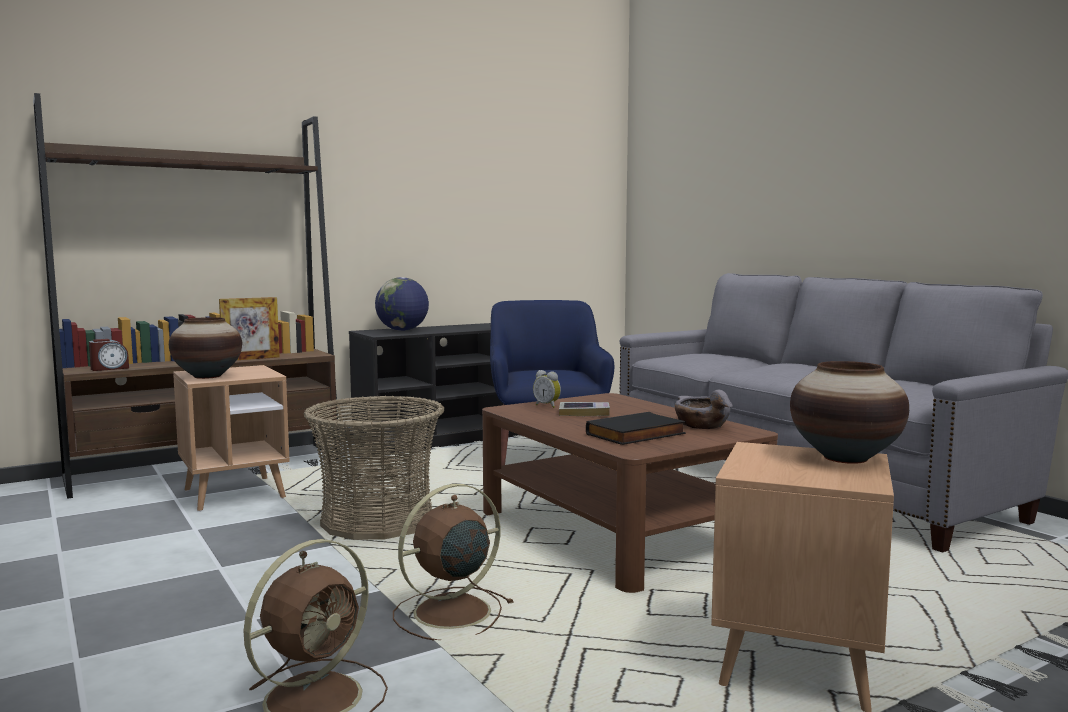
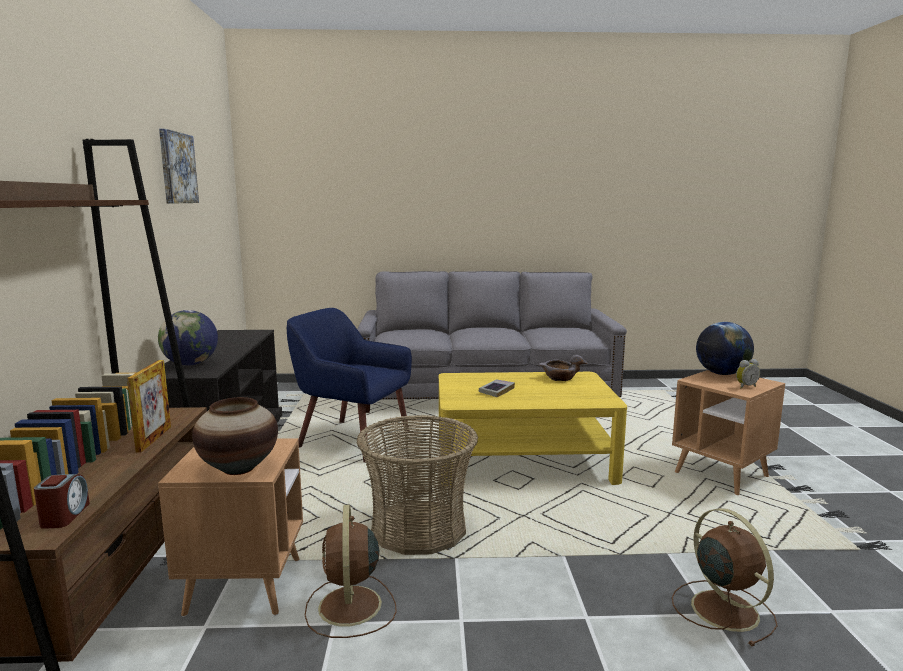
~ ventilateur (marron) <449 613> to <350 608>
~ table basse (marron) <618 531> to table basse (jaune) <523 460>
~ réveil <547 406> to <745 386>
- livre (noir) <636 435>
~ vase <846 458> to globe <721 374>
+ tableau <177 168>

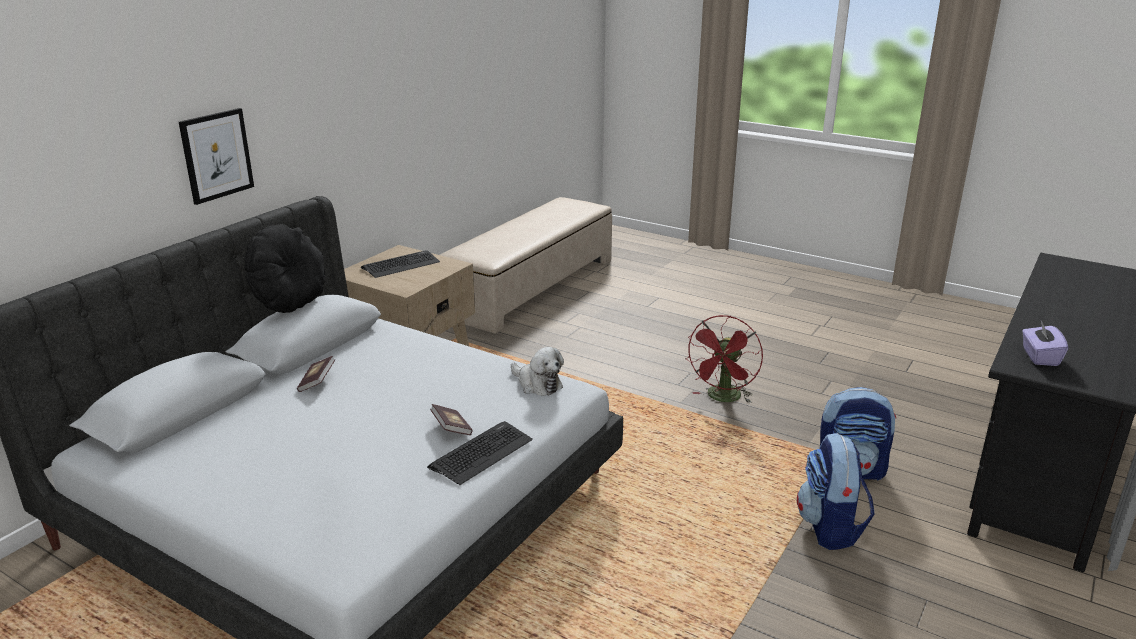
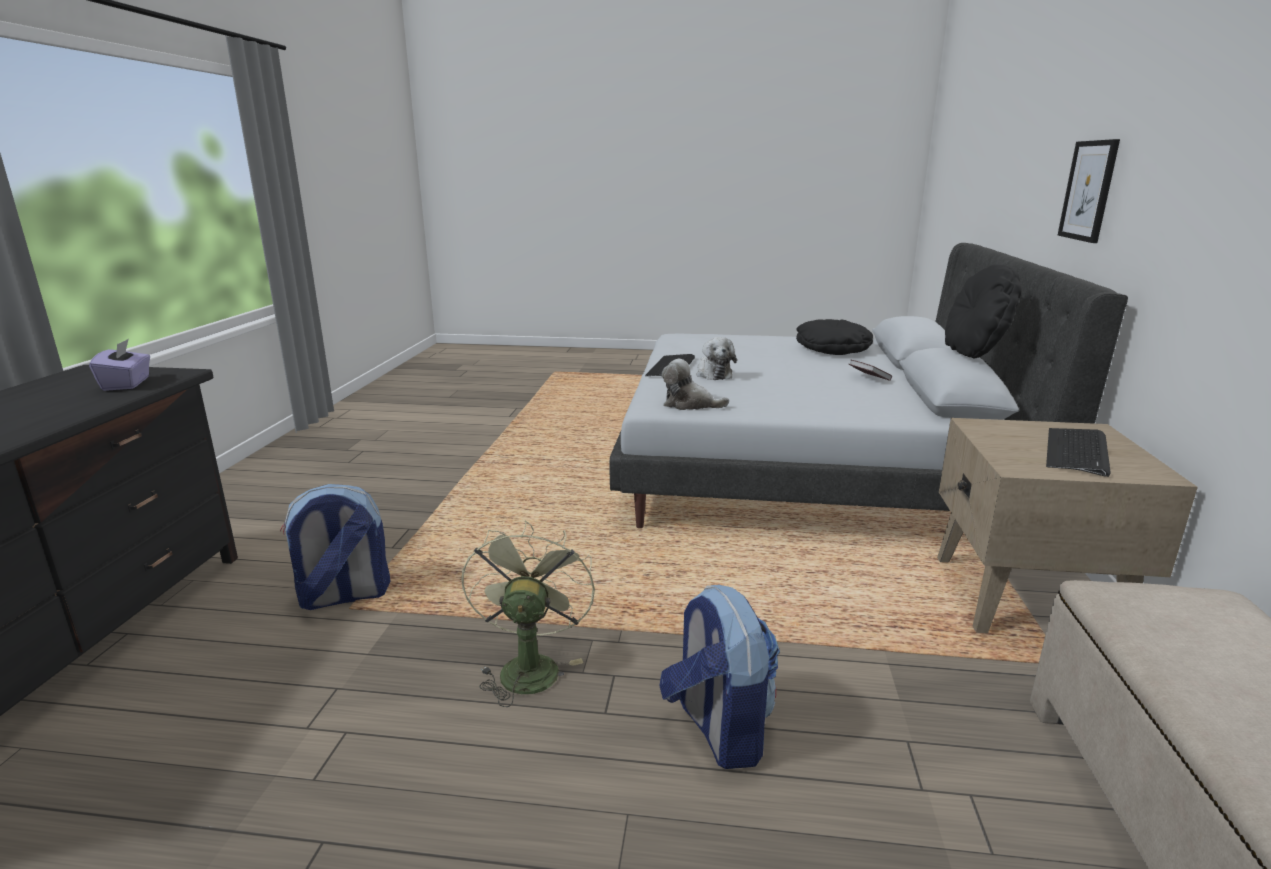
~ livre <451 429> to peluche <713 374>
~ ventilateur (rouge) <723 398> to ventilateur (vert) <529 666>
~ sac à dos <830 528> to <717 729>
+ coussin (noir) <833 349>

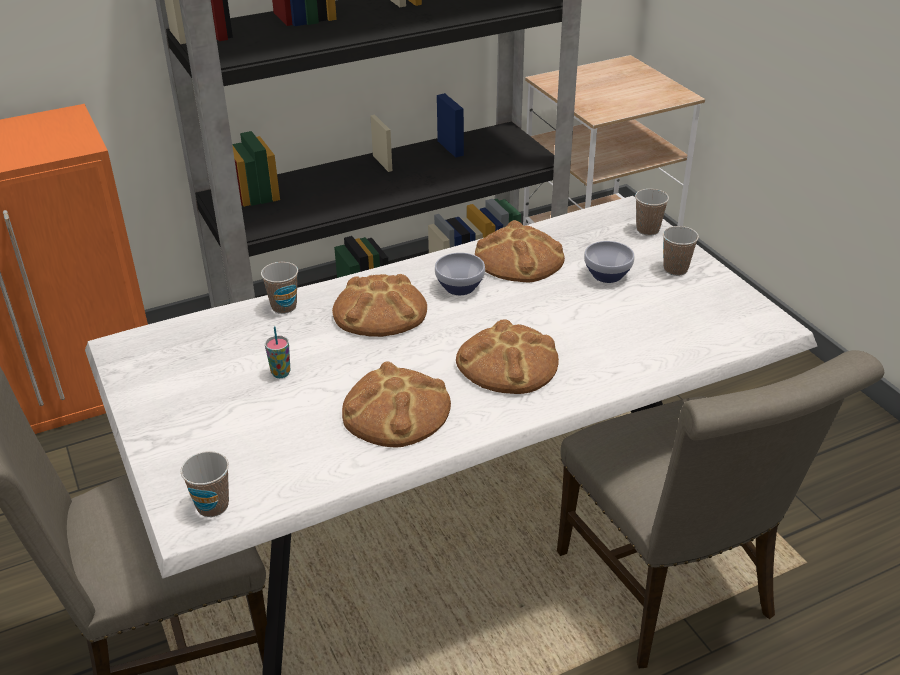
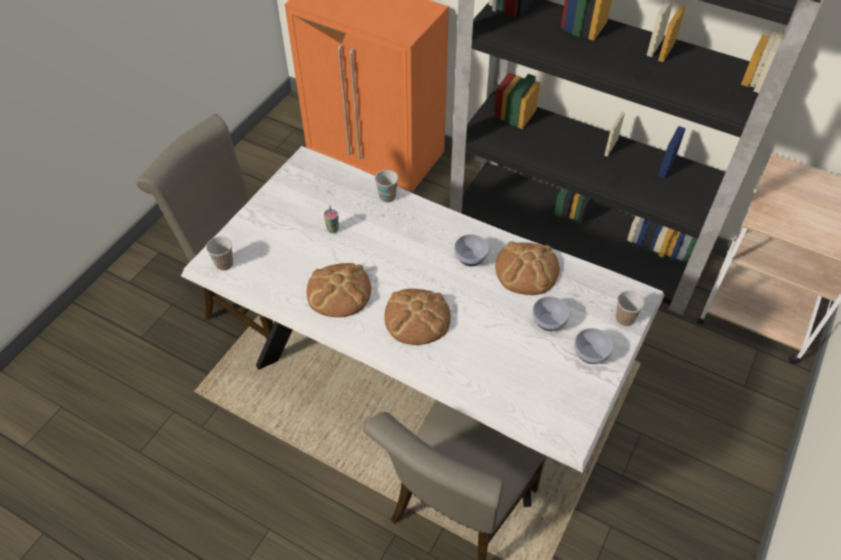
- pain <379 311>
~ tasse <675 269> to bol <589 355>

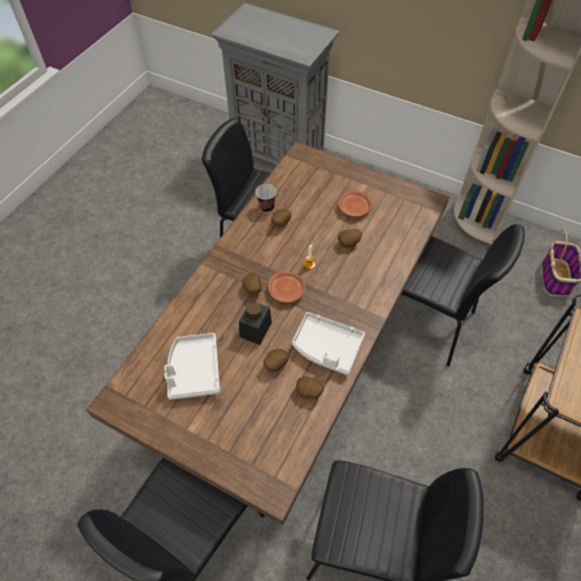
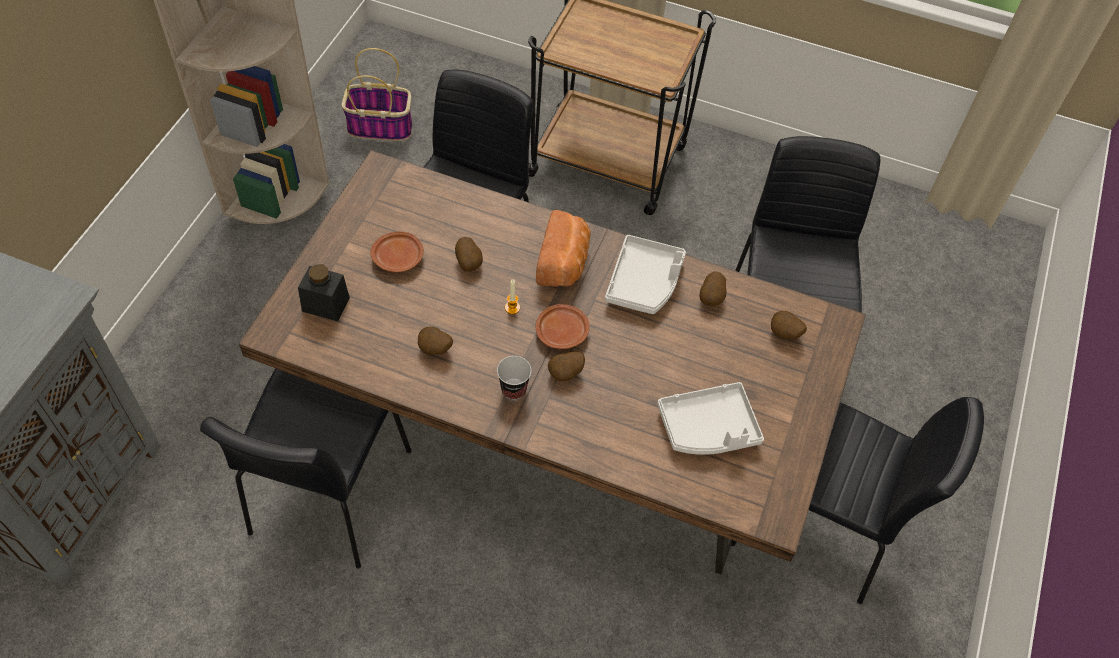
~ bocal (noir) <255 329> to <326 304>
~ tasse <266 207> to <513 390>
~ pomme de terre <275 364> to <784 334>
+ pain <564 263>

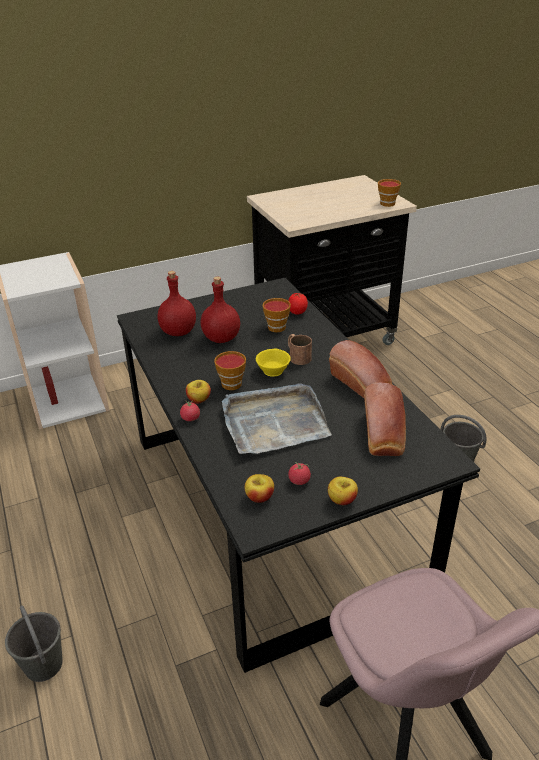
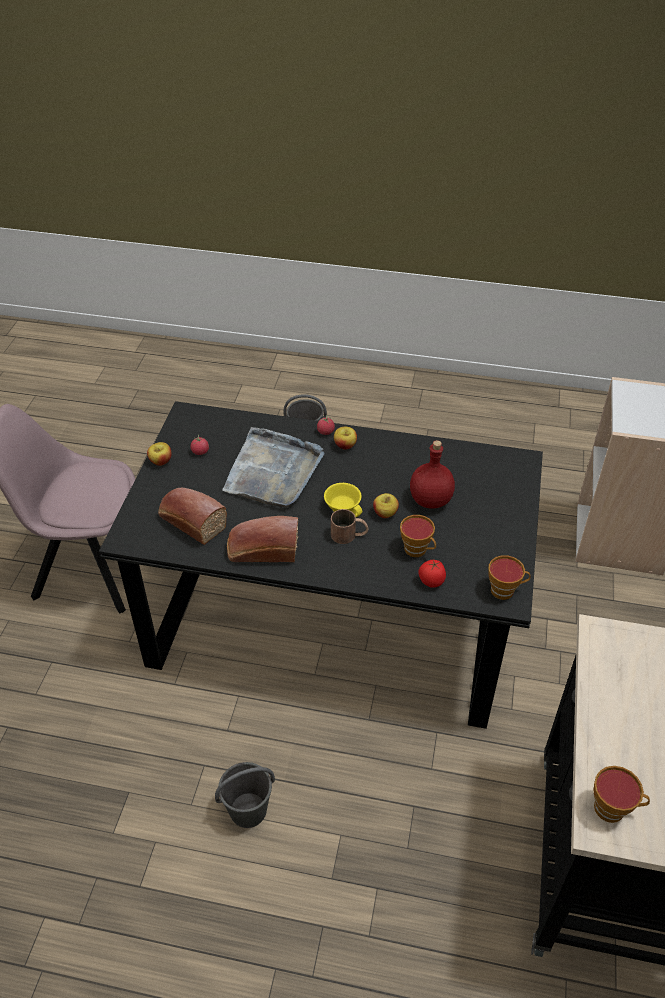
- bouteille (rouge) <177 331>
~ tasse <230 383> to <505 590>
~ pomme <259 497> to <385 513>

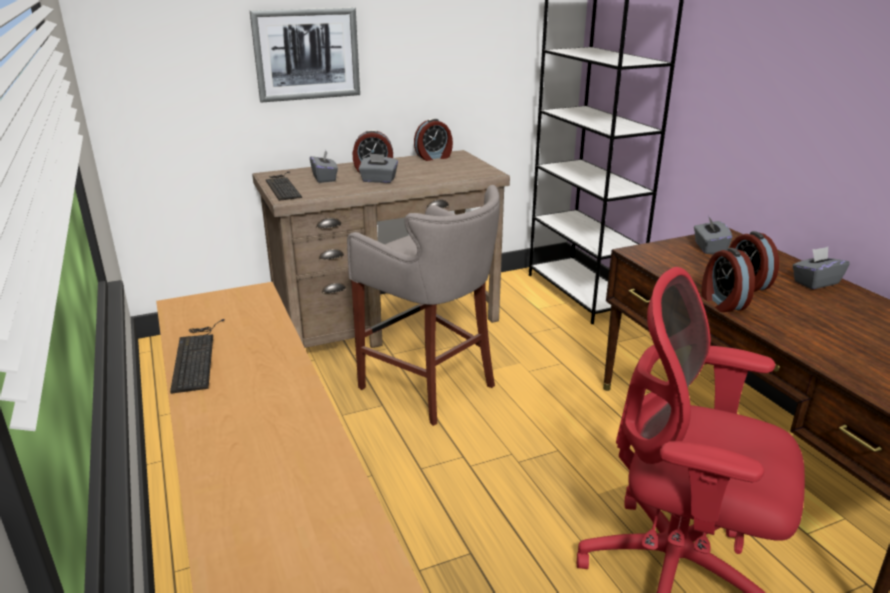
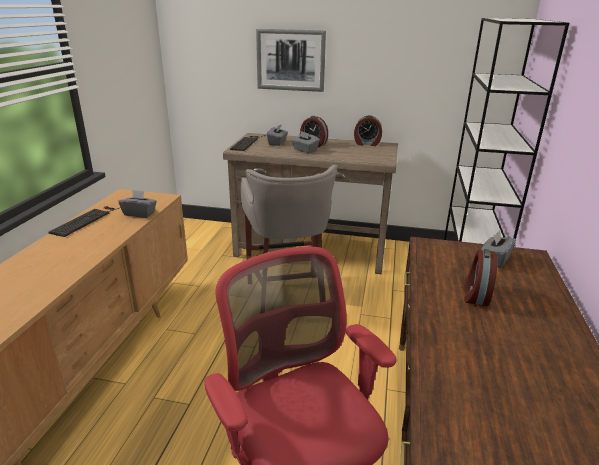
- réveil <722 302>
~ boîte à mouchoirs (gris) <815 282> to <139 214>

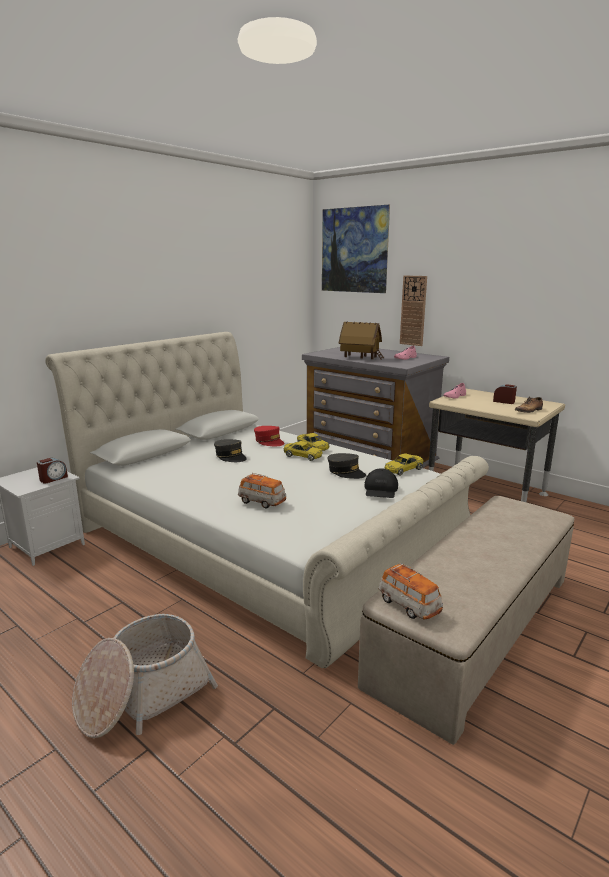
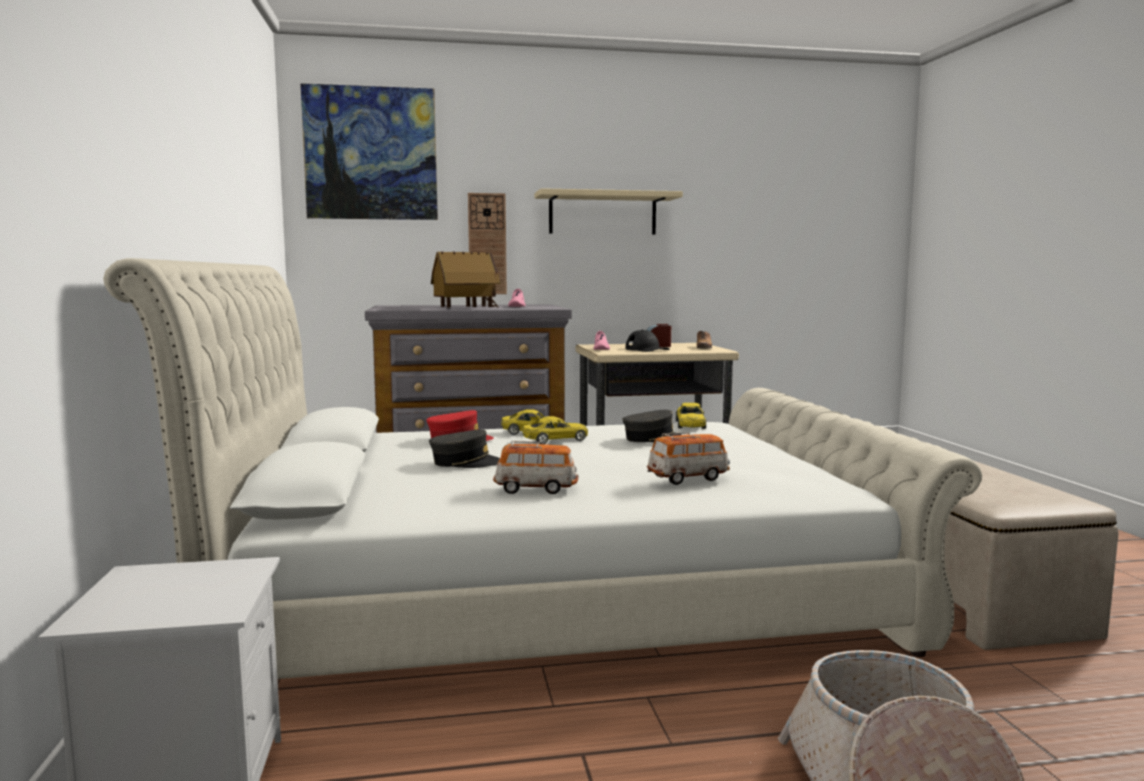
- réveil <53 479>
~ casquette (noir) <380 490> to <647 349>
~ petite voiture <409 605> to <536 489>
+ étagère (beige) <602 214>

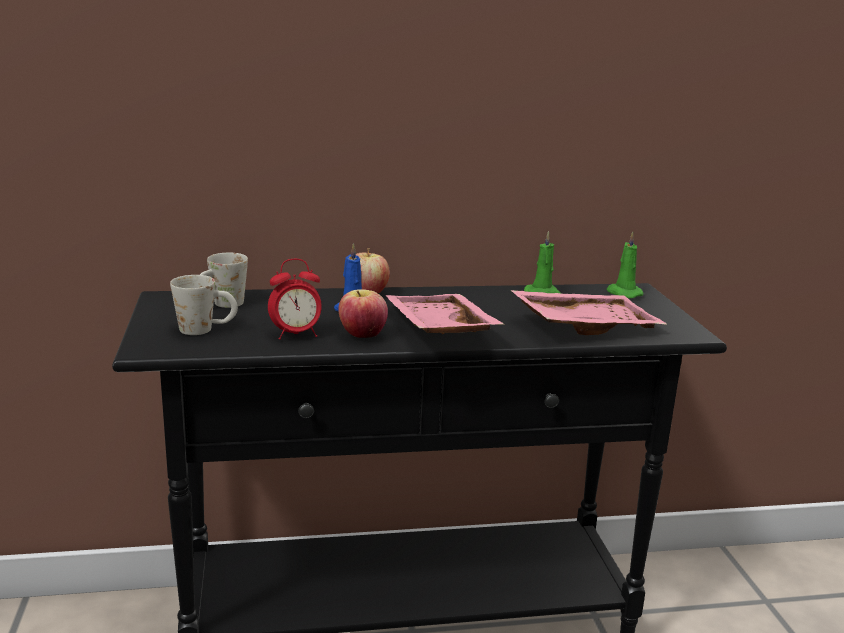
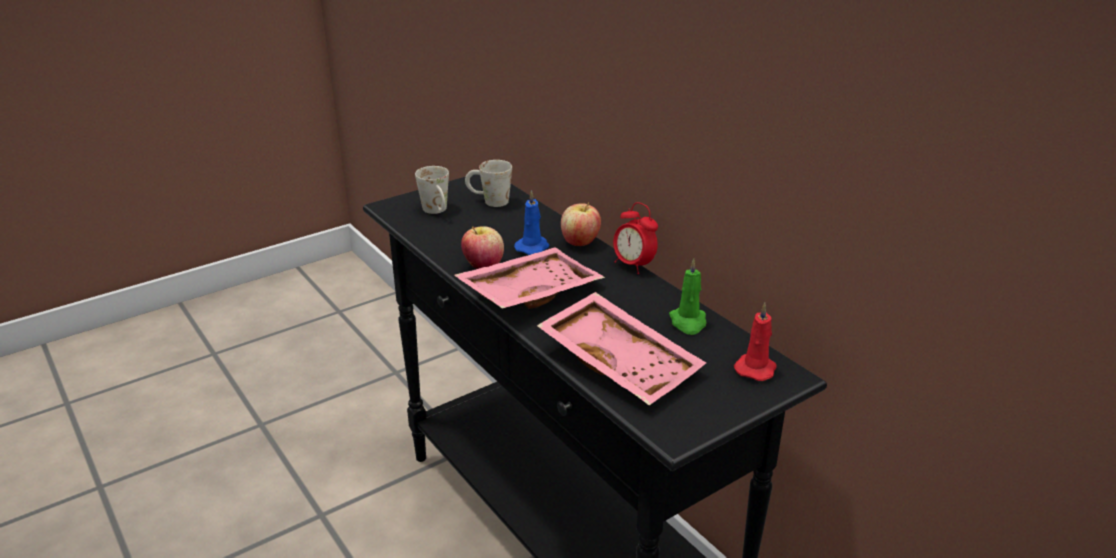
~ réveil <296 334> to <633 265>
~ bougie (vert) <623 293> to bougie (rouge) <756 368>

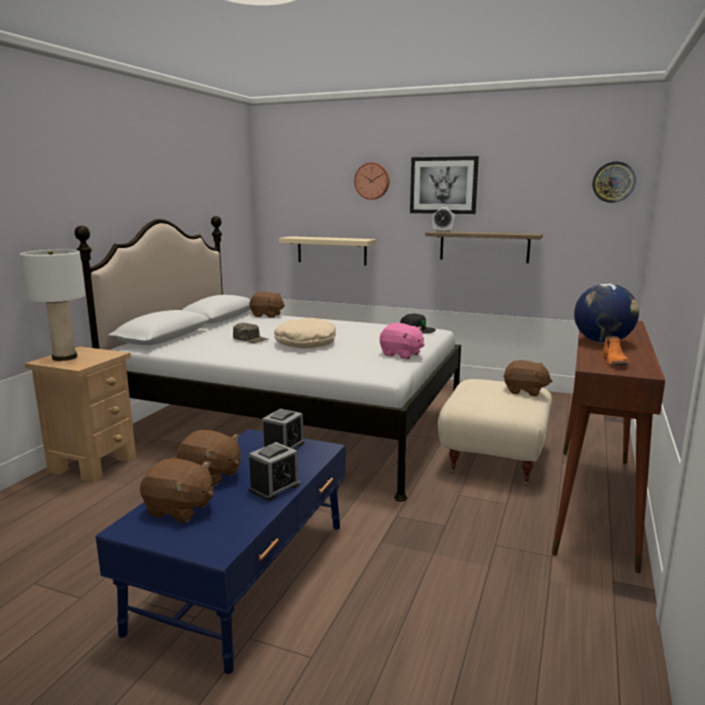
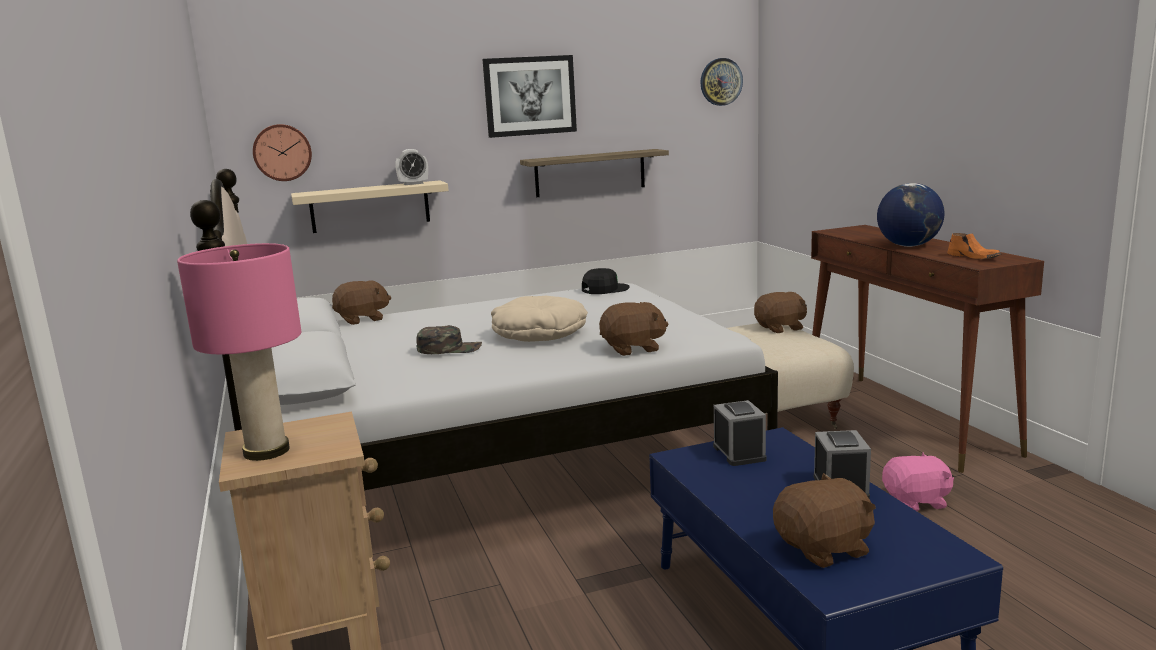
~ lampe de table (blanc) <64 357> to lampe de table (rose) <267 451>
~ peluche (marron) <211 475> to <633 349>
~ horloge murale <372 181> to <282 152>
~ peluche (rose) <401 354> to <917 501>
~ réveil <443 231> to <413 184>

